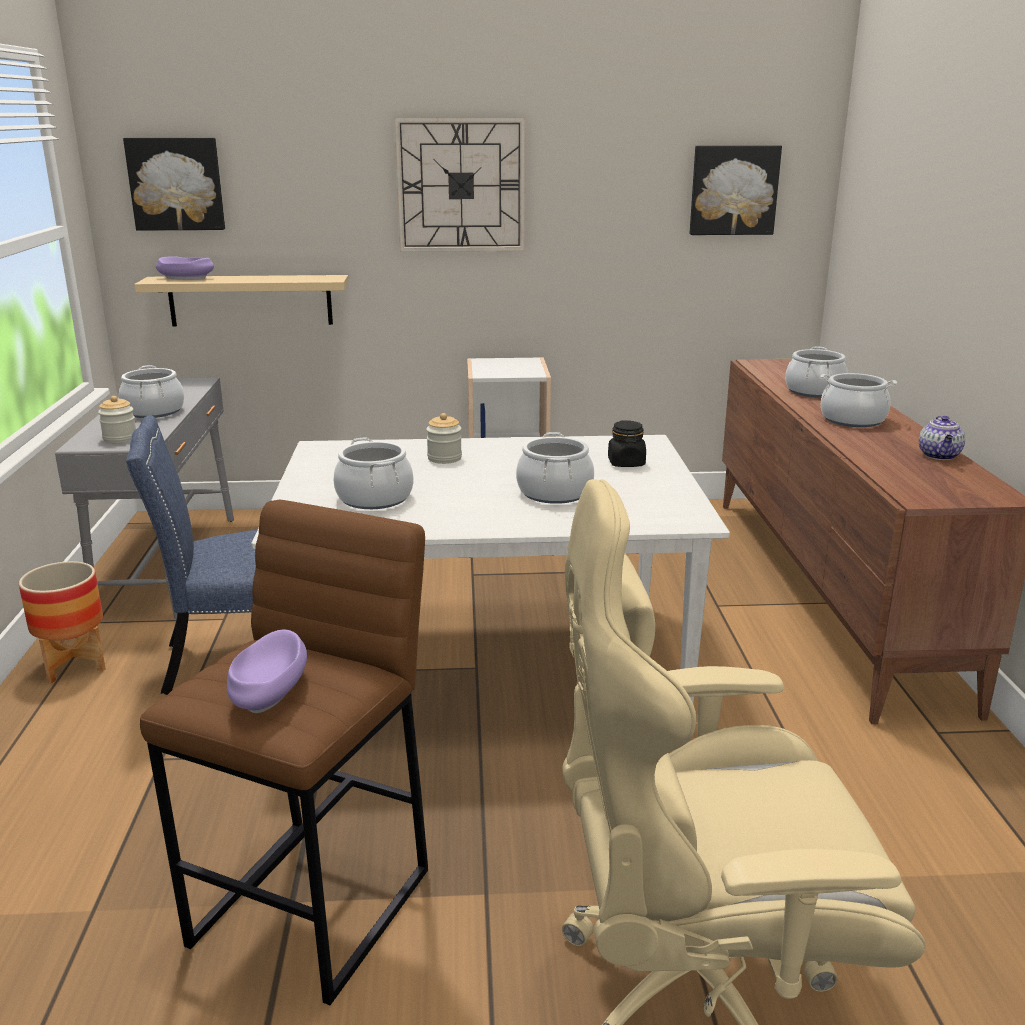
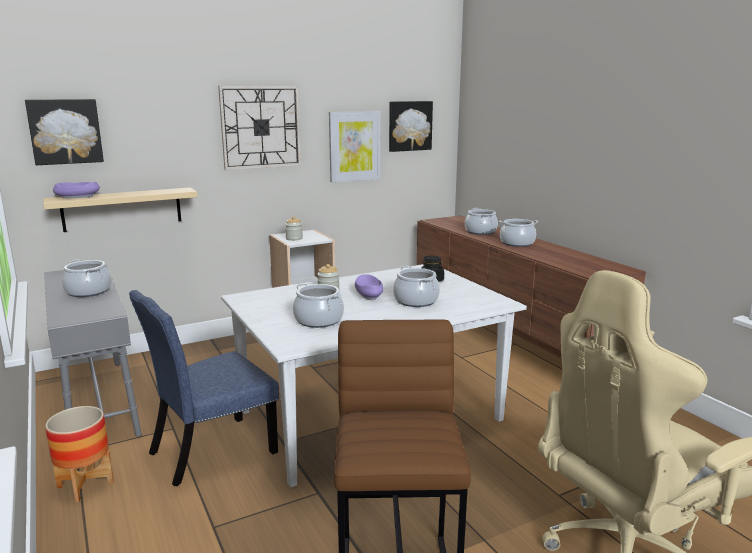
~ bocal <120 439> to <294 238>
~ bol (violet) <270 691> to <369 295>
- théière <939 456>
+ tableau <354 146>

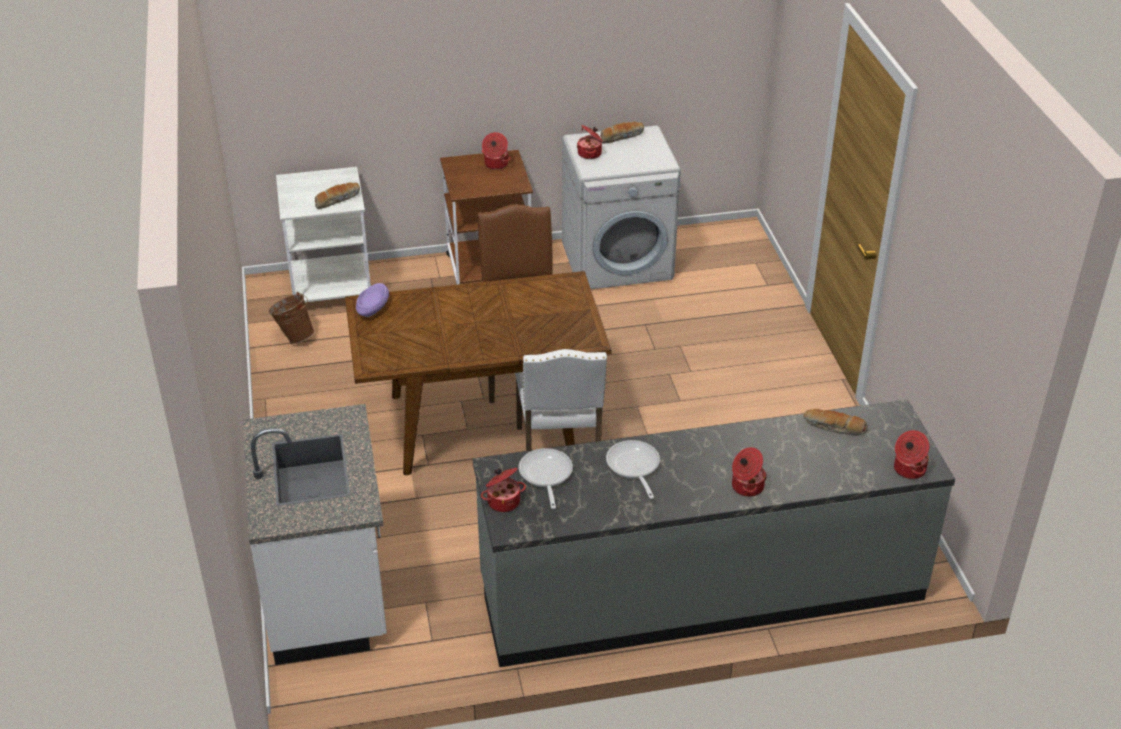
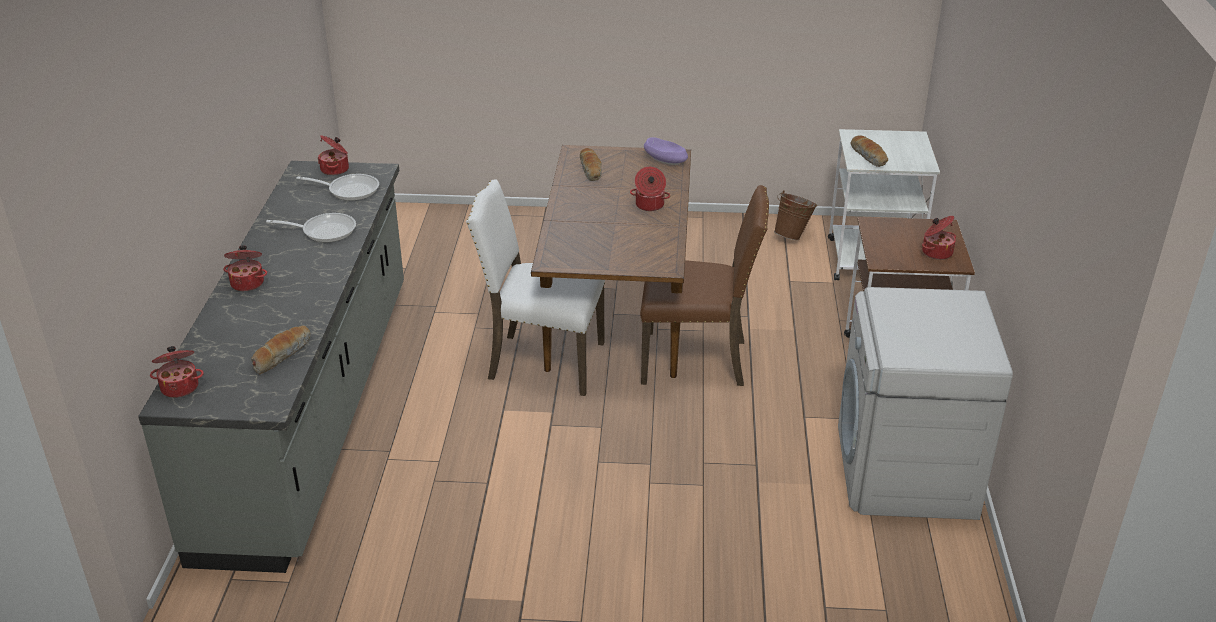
- comptoir de cuisine (blanc) <328 594>
~ marmite <590 153> to <649 205>
~ pain <621 136> to <591 170>

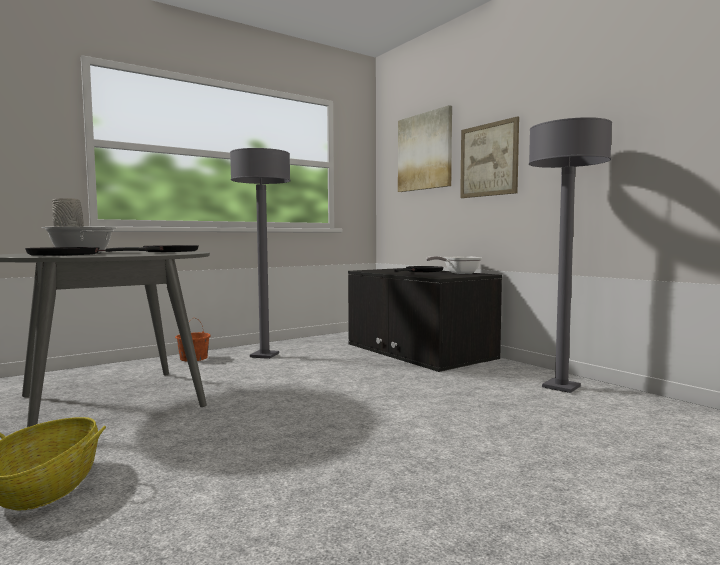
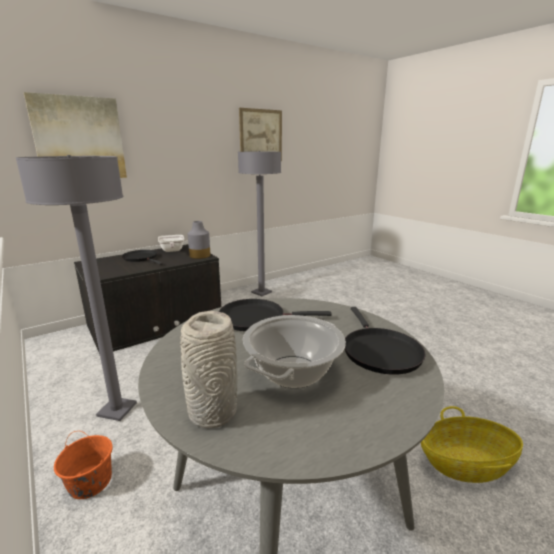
~ tableau <488 160> to <261 136>
+ vase (gris) <200 255>

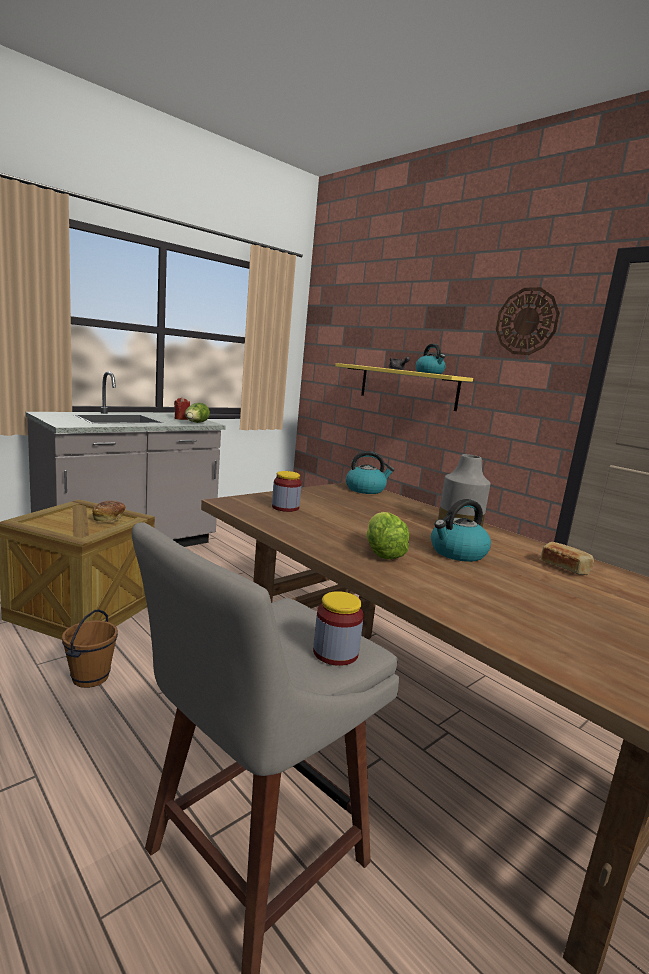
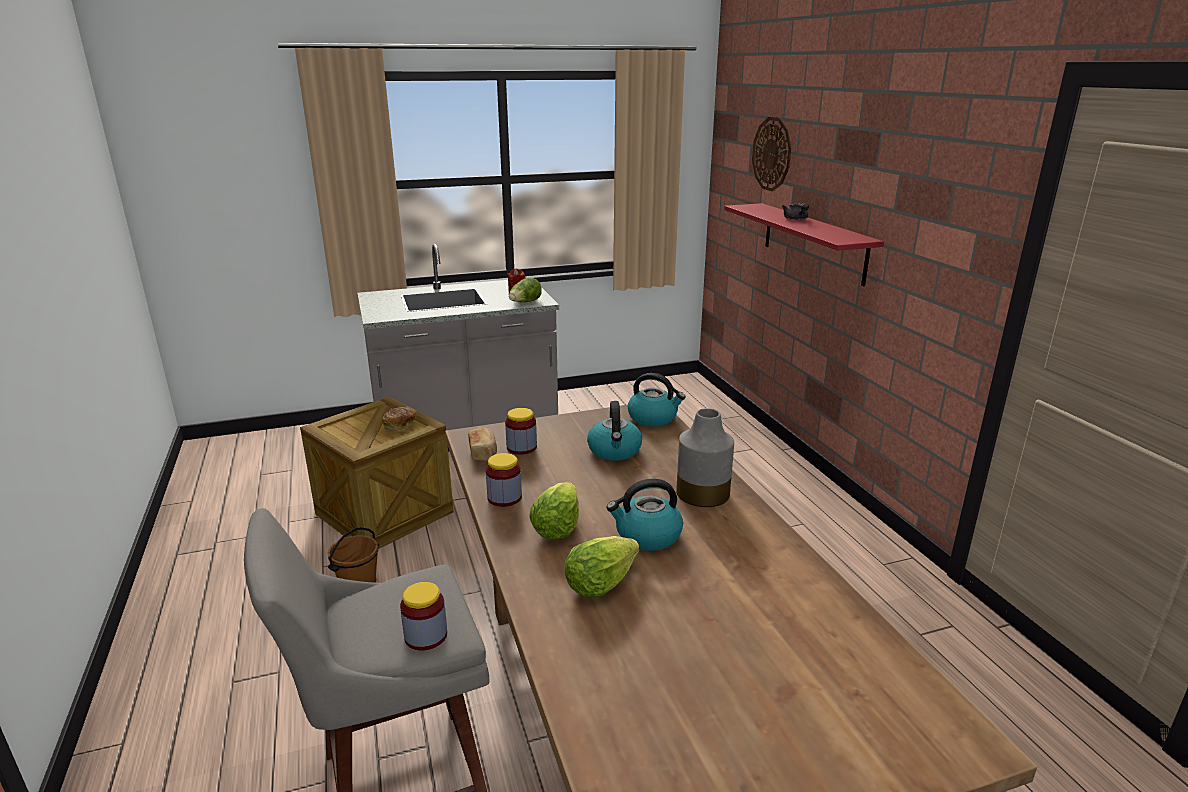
~ étagère (jaune) <407 386> to étagère (rouge) <813 242>
~ bouilloire <430 373> to <615 451>
~ horloge murale <527 321> to <772 154>
~ pain <565 567> to <483 452>
+ bocal <504 498>
+ laitue <599 584>

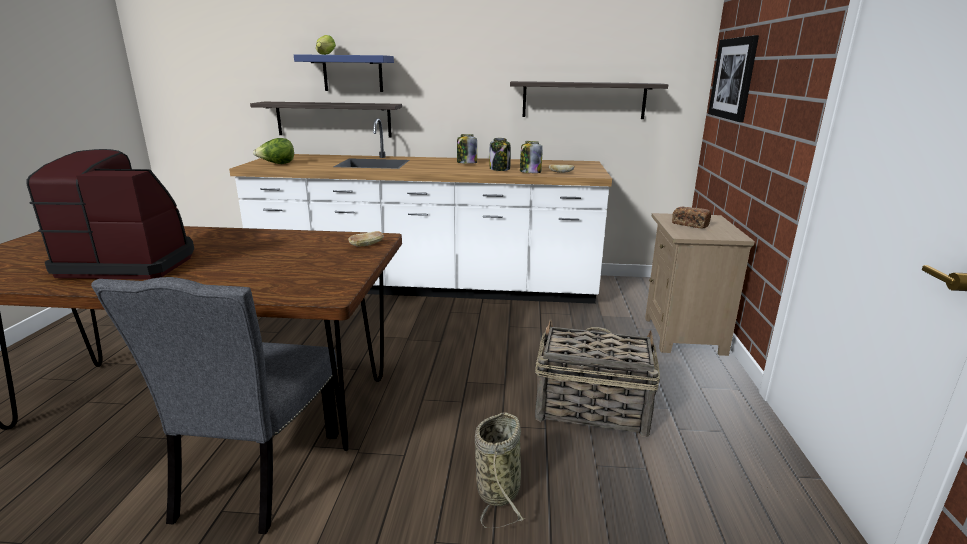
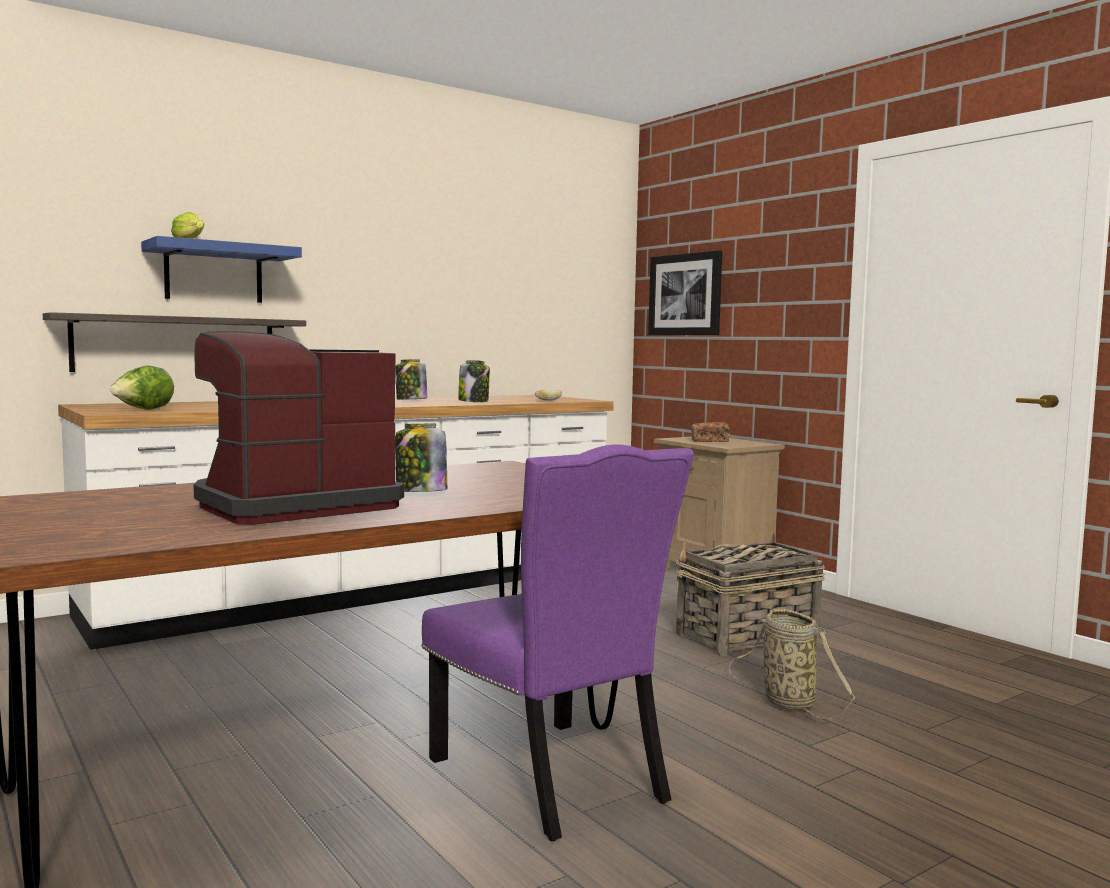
~ chaise (gris) <258 471> to chaise (violet) <548 775>
- pain <367 245>
- étagère <583 100>
~ bocal <530 172> to <420 491>

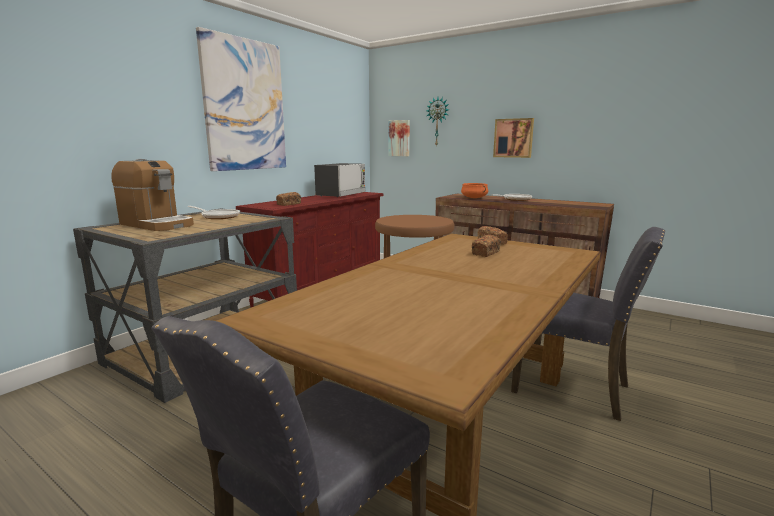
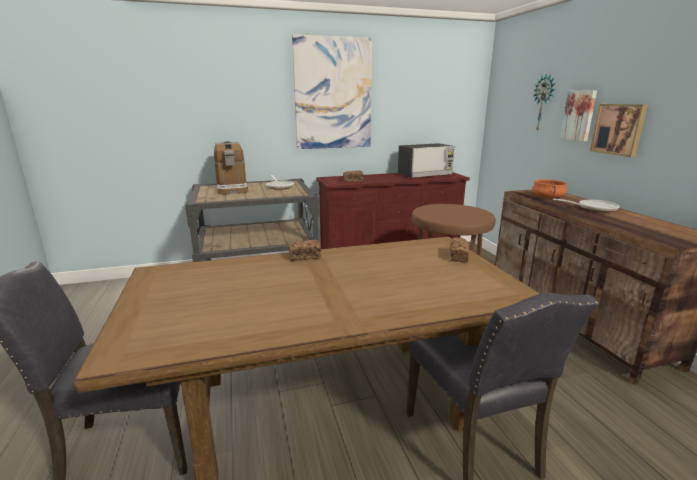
~ tableau <399 138> to <579 115>
~ pain <486 253> to <304 257>

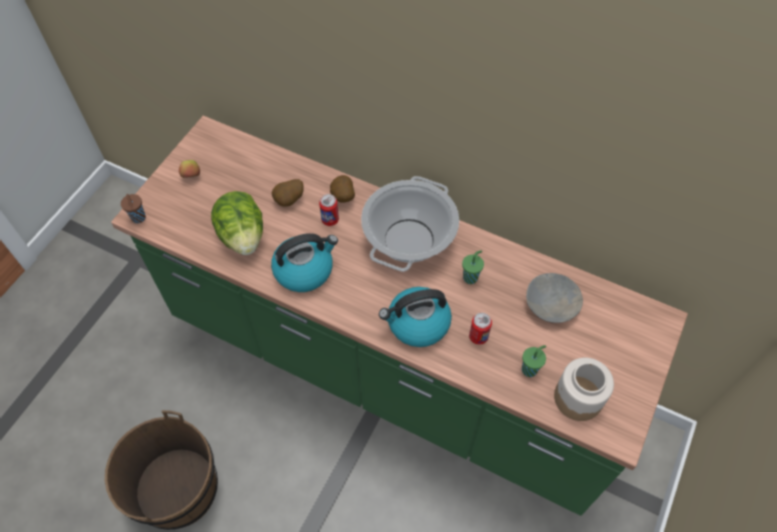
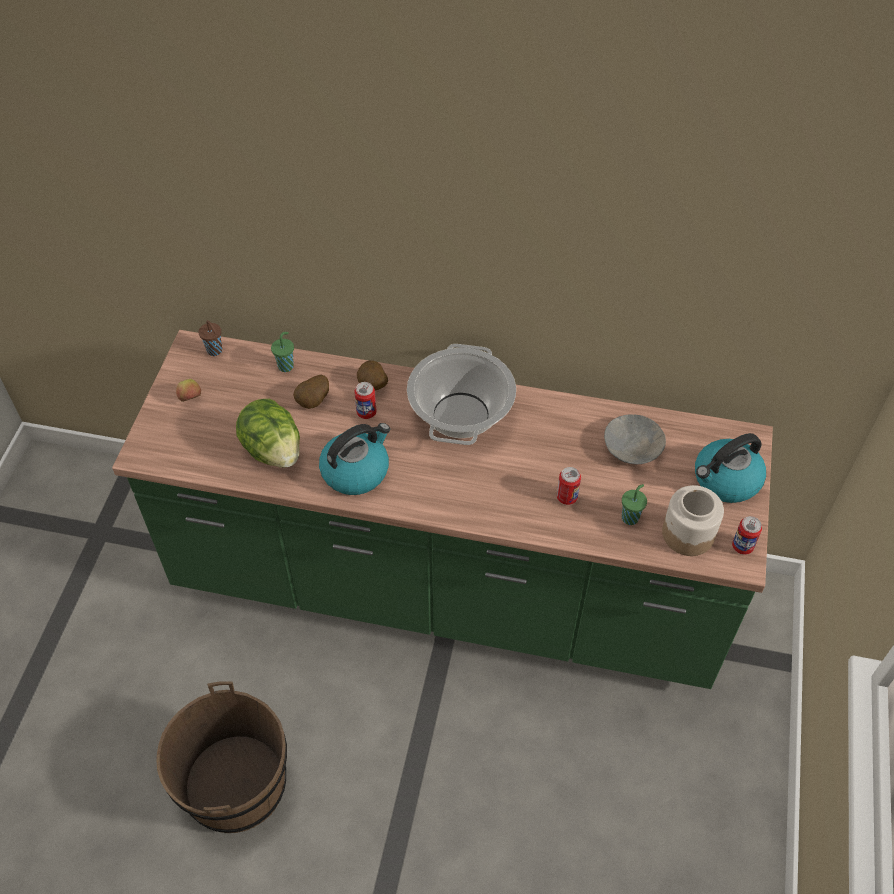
~ tasse (marron) <139 218> to <215 351>
~ bouilloire <417 324> to <725 480>
~ tasse (vert) <471 277> to <286 365>
+ boîte métallique <742 546>

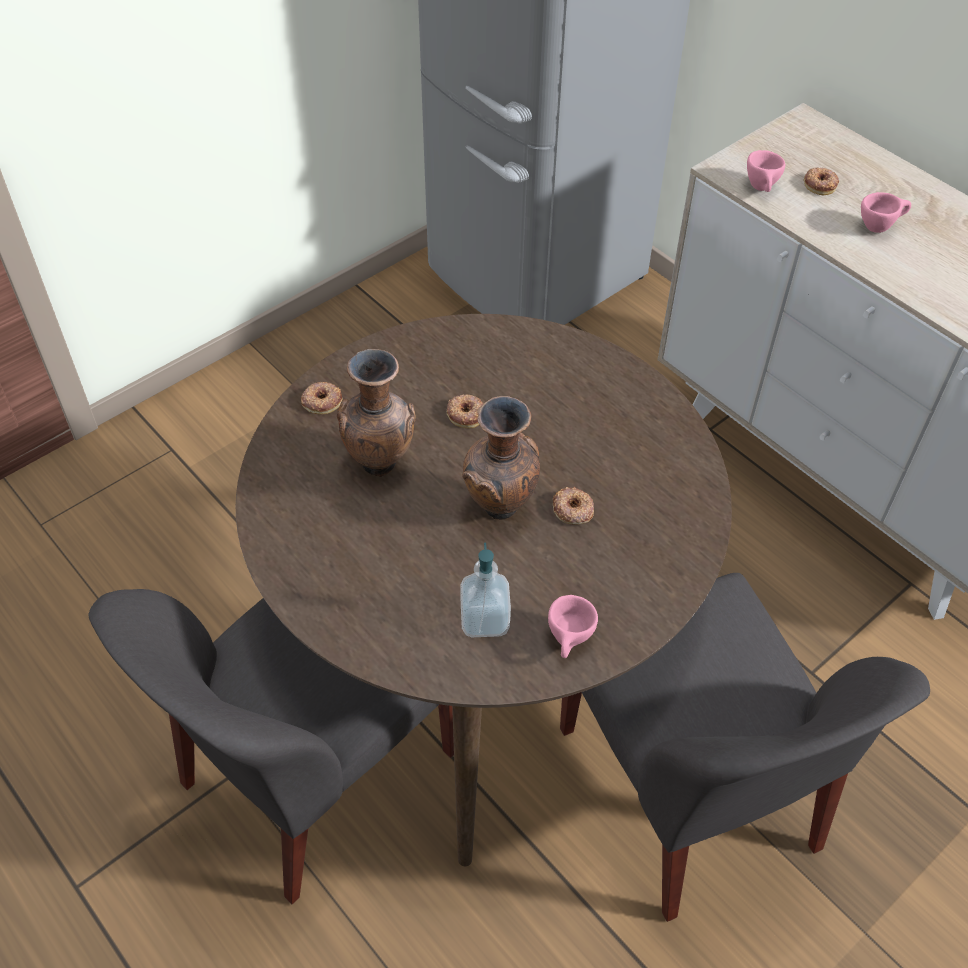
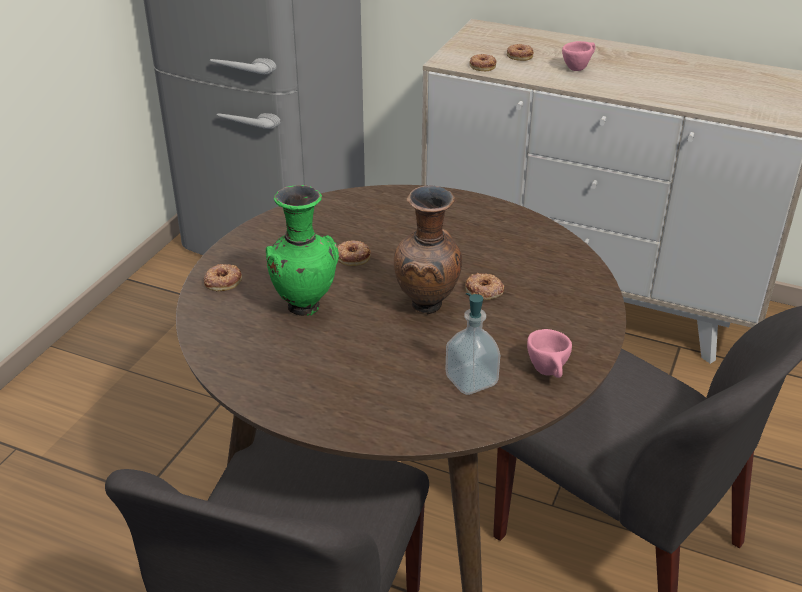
~ vase (marron) <381 462> to vase (vert) <305 306>
~ tasse (rose) <762 189> to beignet <483 66>

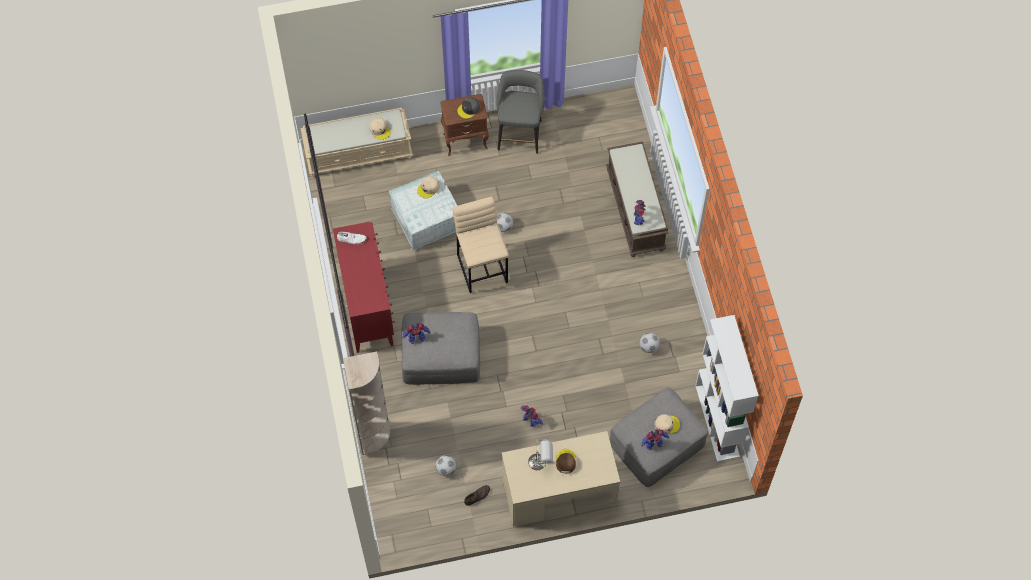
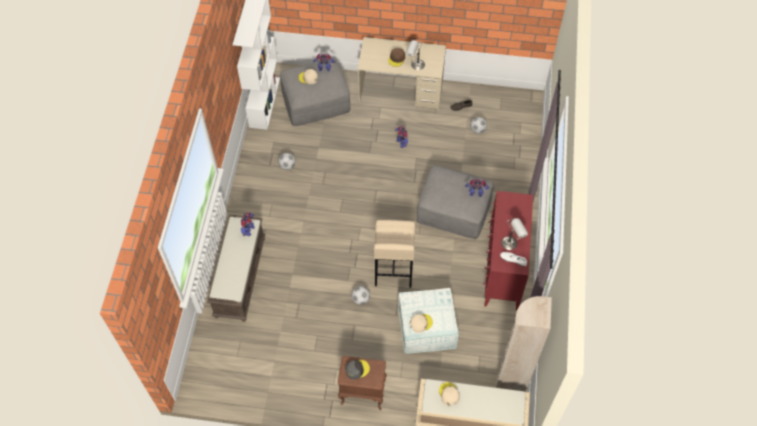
~ bibliothèque (beige) <374 438> to <511 379>
- tabouret (gris) <520 132>
+ lampe de table (blanc) <512 241>

